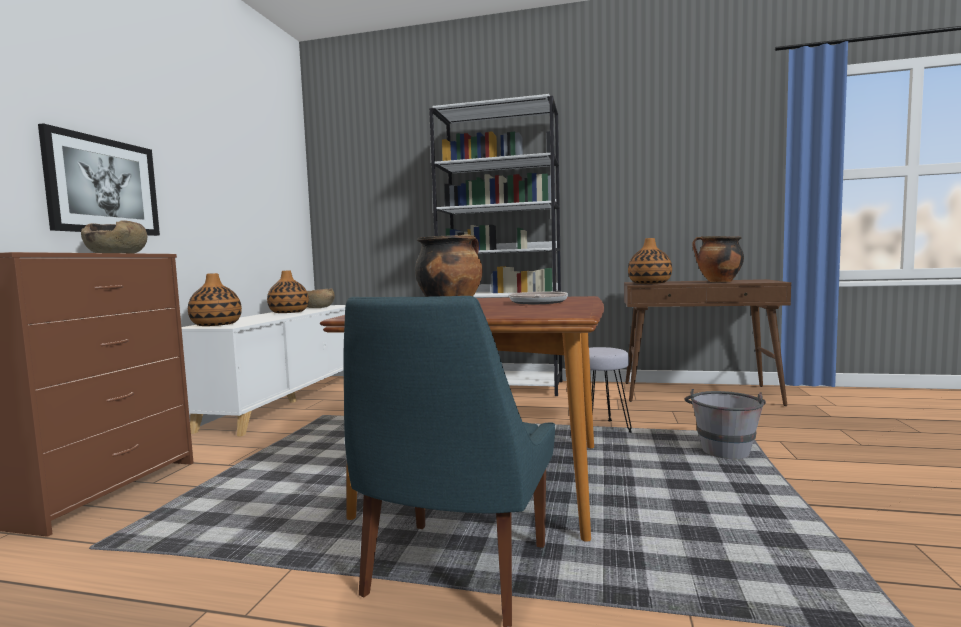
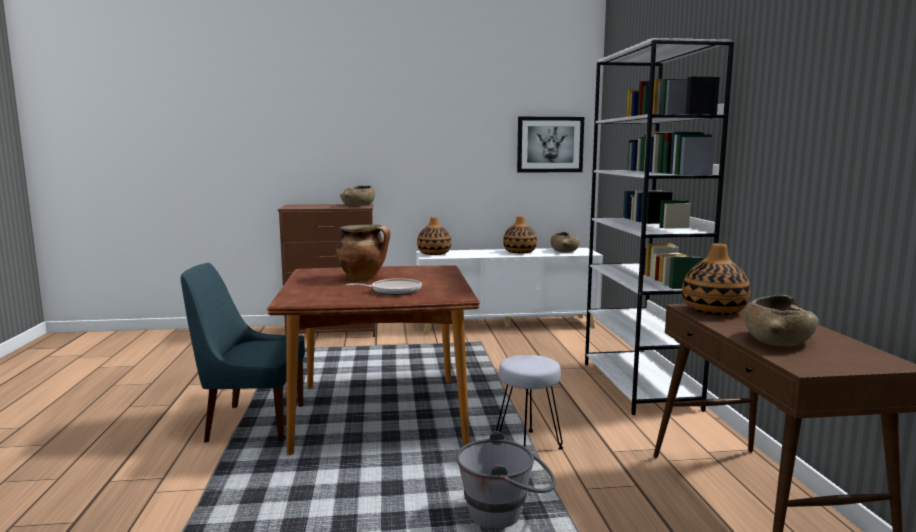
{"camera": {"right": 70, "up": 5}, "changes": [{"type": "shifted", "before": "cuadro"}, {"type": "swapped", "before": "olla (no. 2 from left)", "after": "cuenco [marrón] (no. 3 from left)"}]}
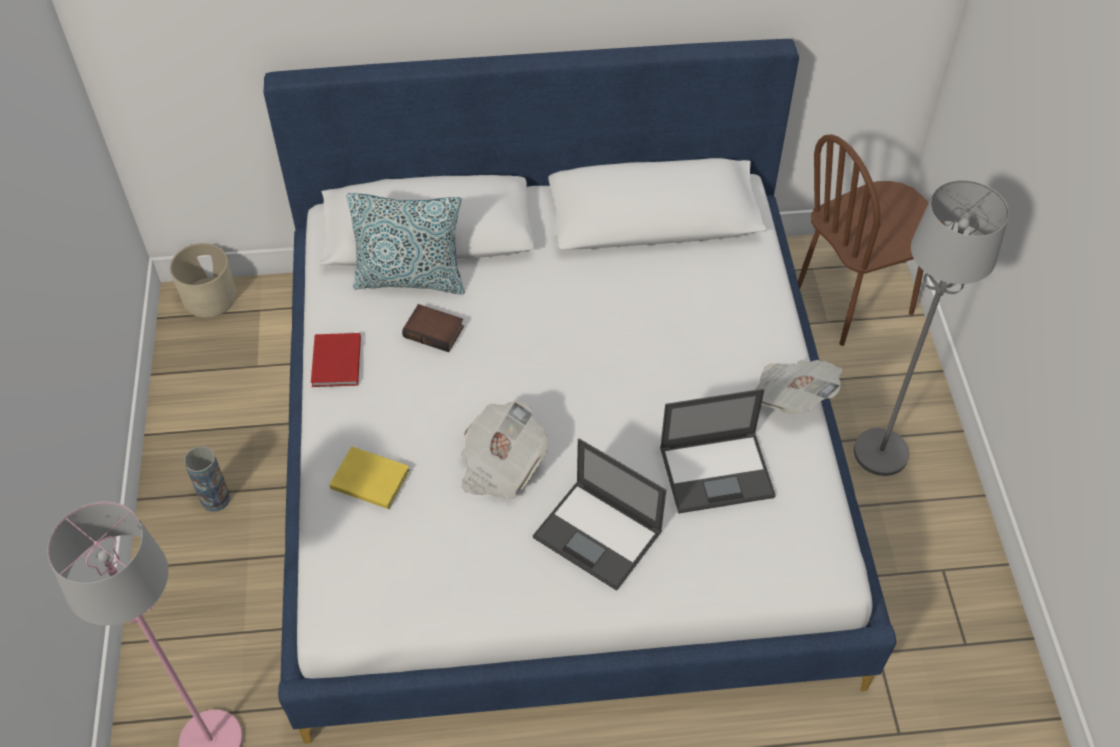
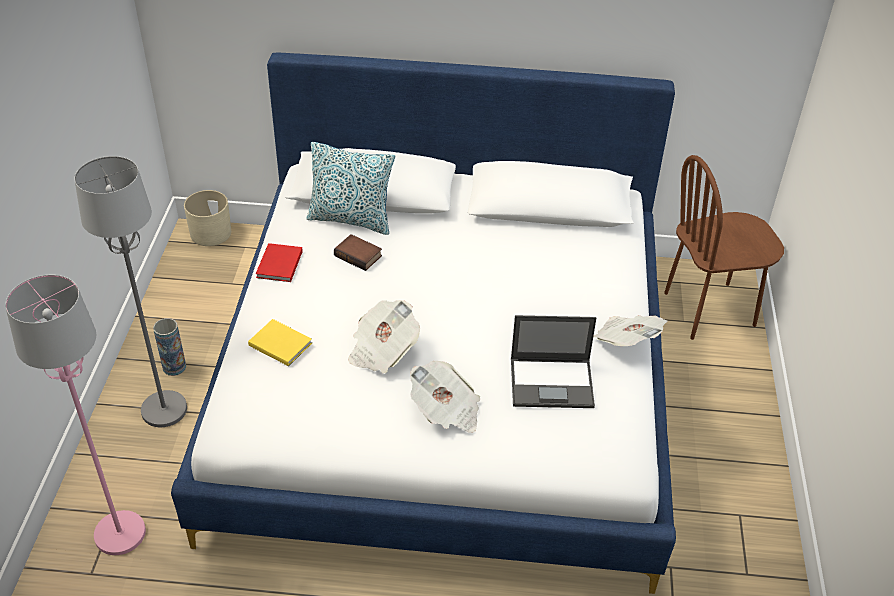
{"camera": {"right": 10, "up": -10}, "changes": [{"type": "swapped", "before": "portátil (no. 1 from left)", "after": "periódico (no. 2 from left)"}, {"type": "shifted", "before": "lámpara de pie [gris]"}]}
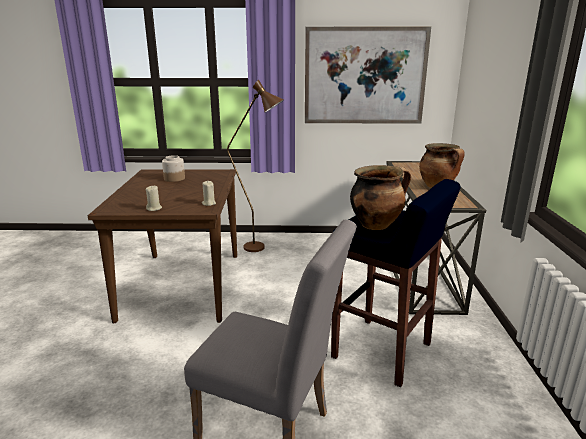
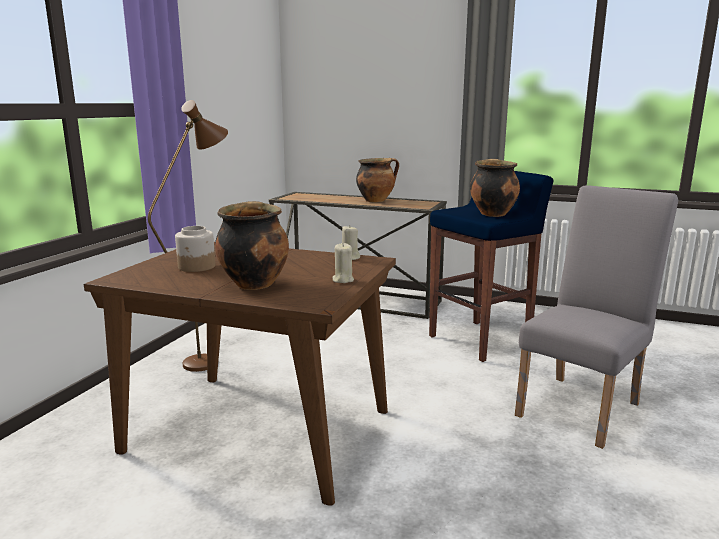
{"camera": {"right": -70, "up": -5}, "changes": [{"type": "gone", "before": "cuadro"}, {"type": "new", "after": "olla (no. 1 from left)"}]}
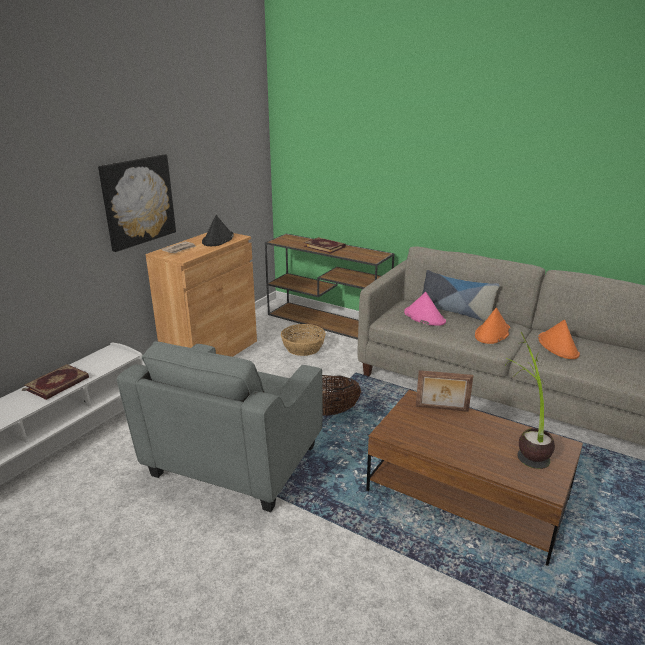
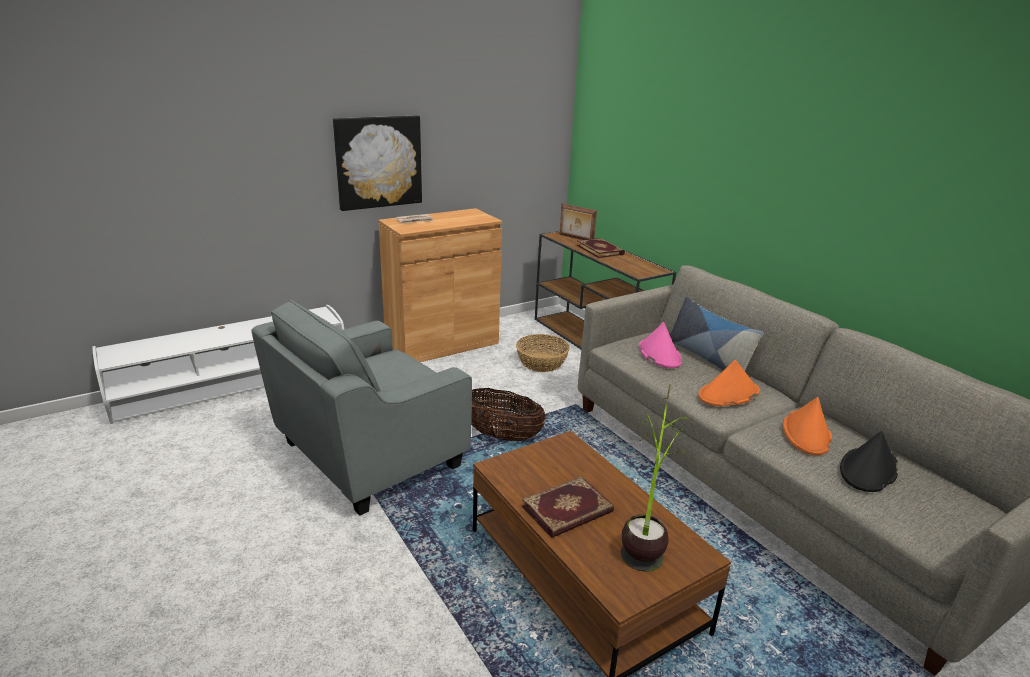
{"camera": {"right": 25, "up": 0}, "changes": [{"type": "shifted", "before": "libro (no. 1 from left)"}, {"type": "shifted", "before": "sombrero [negro]"}, {"type": "shifted", "before": "portarretratos"}]}
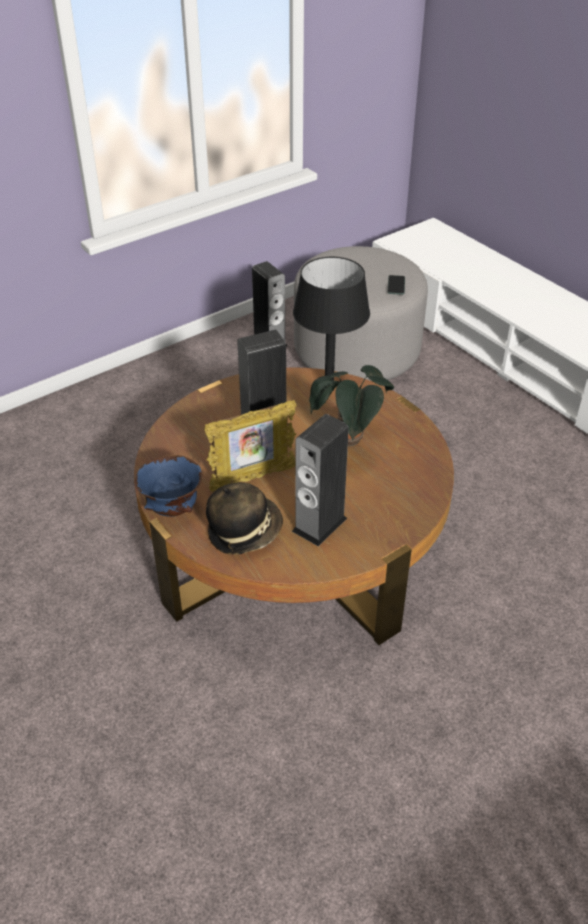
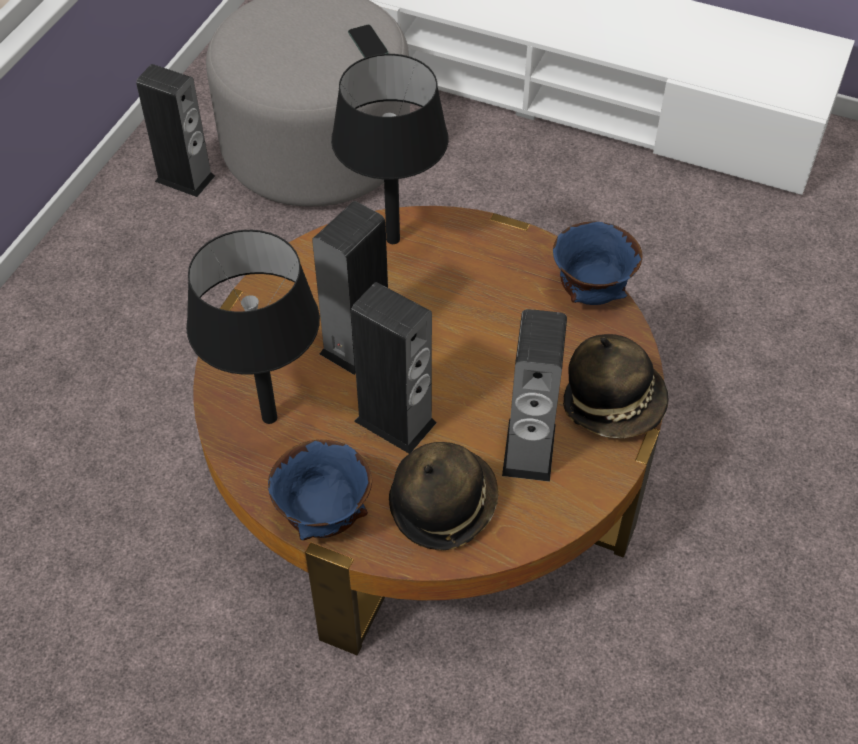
{"camera": {"right": -30, "up": 10}, "changes": [{"type": "swapped", "before": "portarretratos", "after": "altavoz (no. 3 from left)"}, {"type": "gone", "before": "planta en maceta"}, {"type": "new", "after": "lámpara de mesa [negro] (no. 1 from left)"}, {"type": "new", "after": "cuenco [azul] (no. 2 from left)"}, {"type": "new", "after": "sombrero (no. 2 from left)"}]}
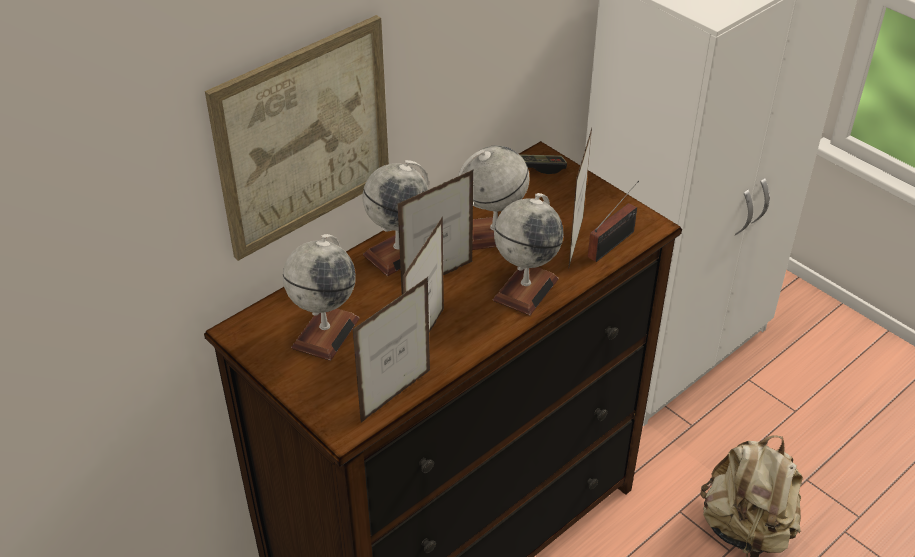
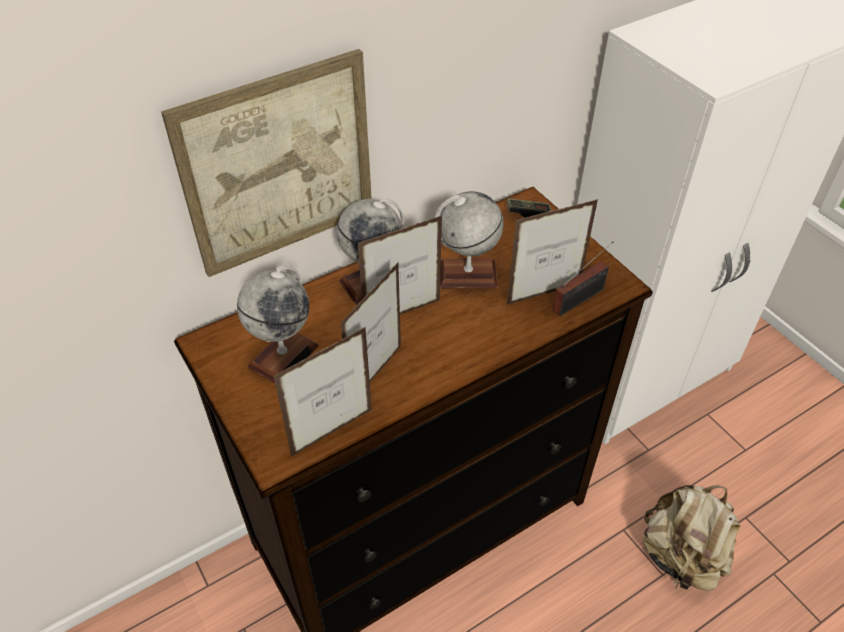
{"camera": {"right": 10, "up": 5}, "changes": [{"type": "gone", "before": "globo terráqueo (no. 4 from left)"}, {"type": "rotated", "before": "portarretratos (no. 4 from left)", "turn": -135}]}
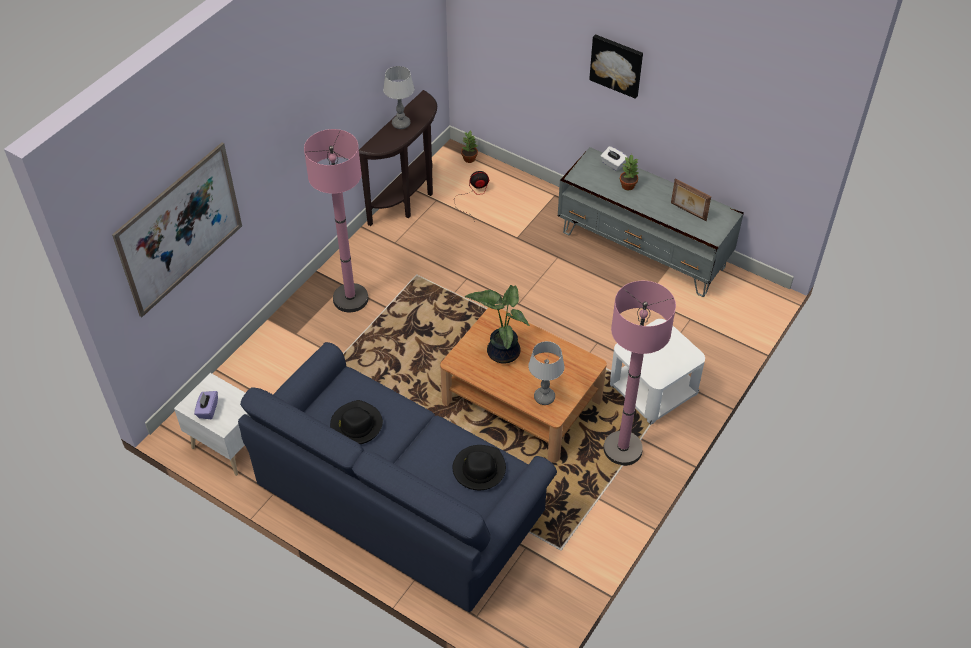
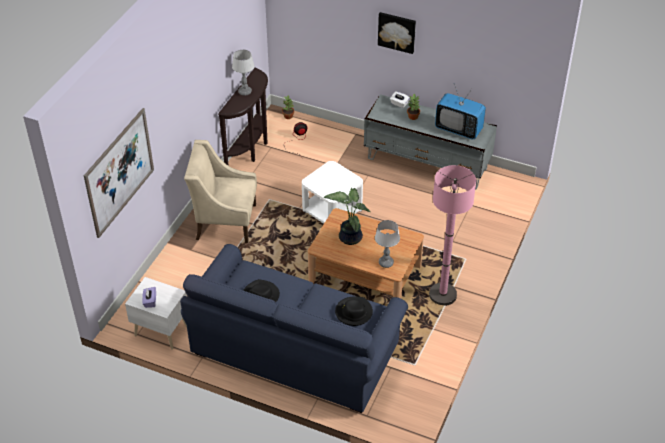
{"camera": {"right": -10, "up": -5}, "changes": [{"type": "swapped", "before": "lámpara de pie [rosa] (no. 1 from left)", "after": "sillón [beis]"}, {"type": "shifted", "before": "mesa auxiliar [blanco]"}, {"type": "swapped", "before": "portarretratos", "after": "televisor"}]}
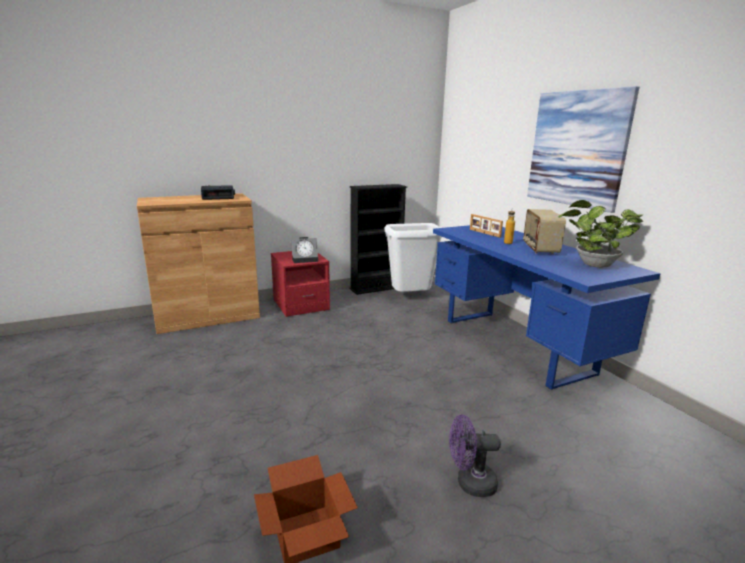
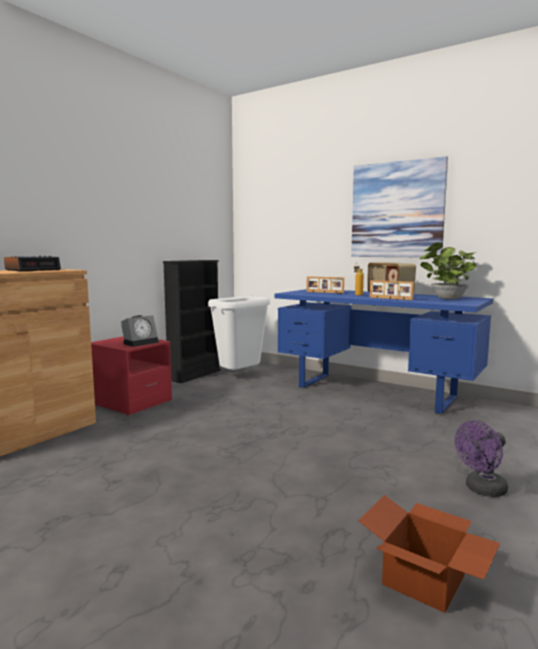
{"camera": {"right": -30, "up": -10}, "changes": [{"type": "new", "after": "portarretratos (no. 2 from left)"}]}
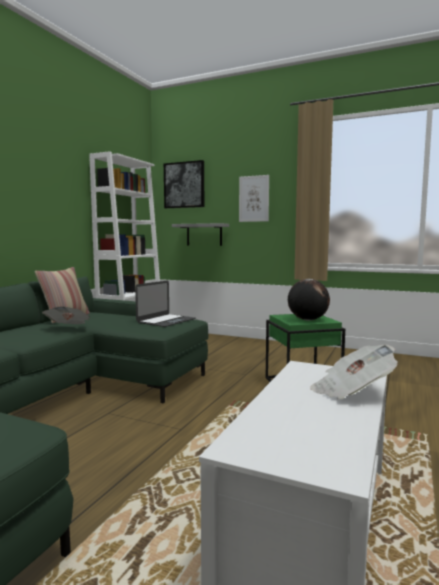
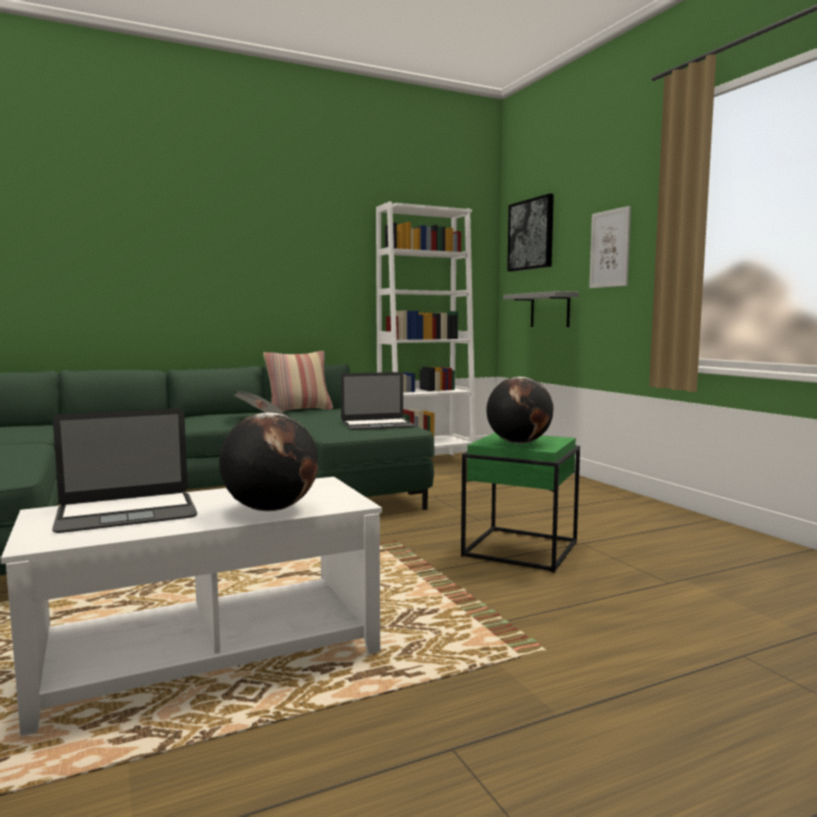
{"camera": {"right": 40, "up": 0}, "changes": [{"type": "swapped", "before": "periódico (no. 2 from left)", "after": "globo terráqueo (no. 1 from left)"}, {"type": "new", "after": "portátil (no. 1 from left)"}]}
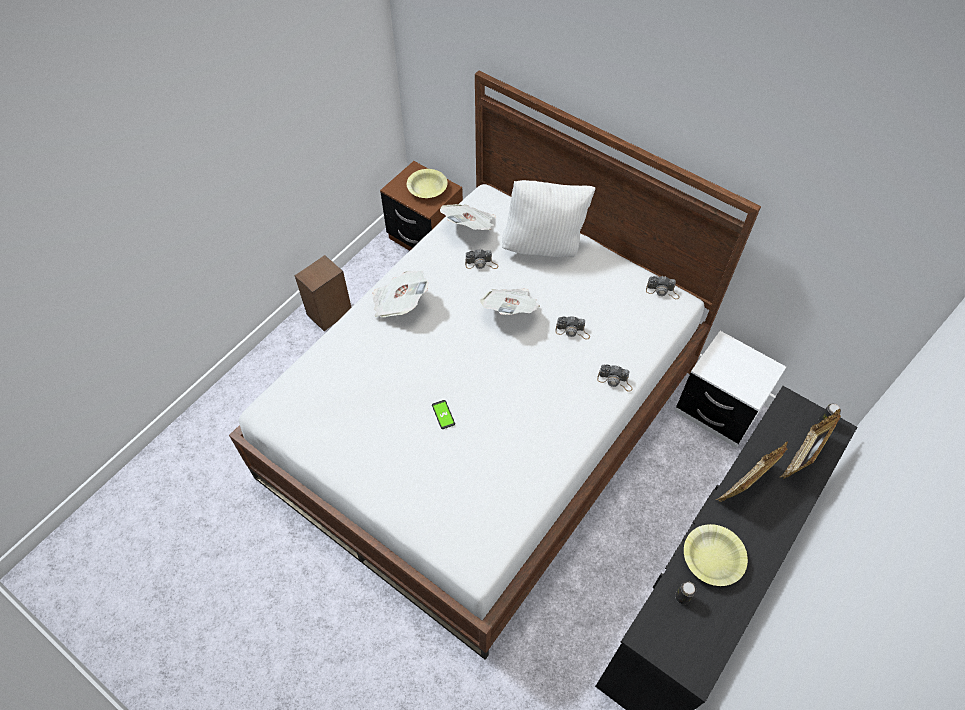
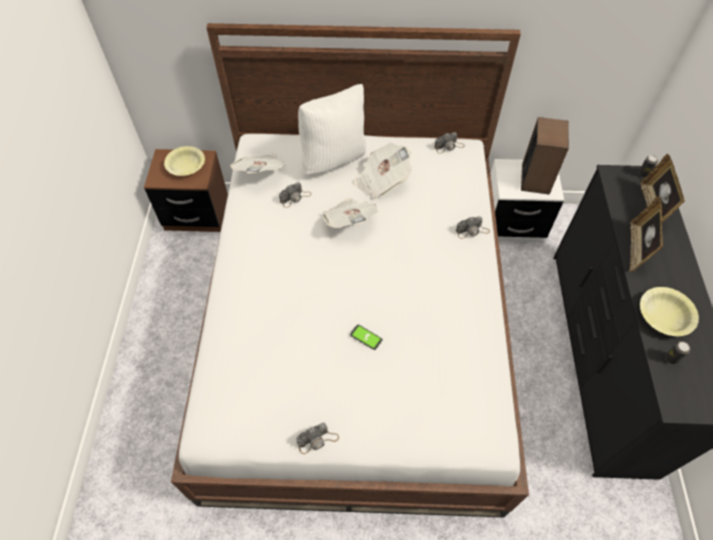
{"camera": {"right": -35, "up": 0}, "changes": [{"type": "shifted", "before": "altavoz"}, {"type": "shifted", "before": "periódico (no. 1 from left in the first image)", "after": "periódico (no. 3 from left)"}, {"type": "shifted", "before": "cámara (no. 2 from left)"}]}
